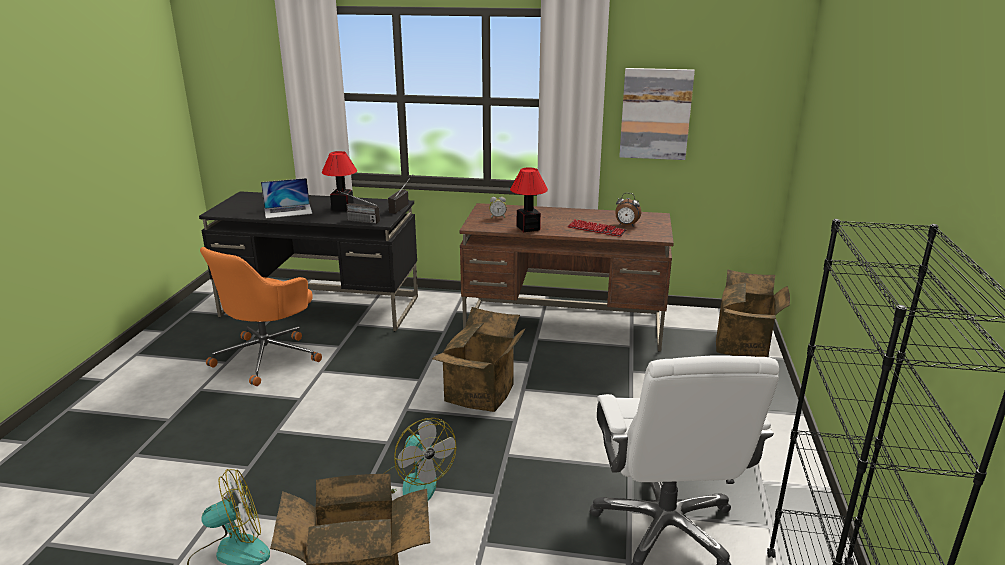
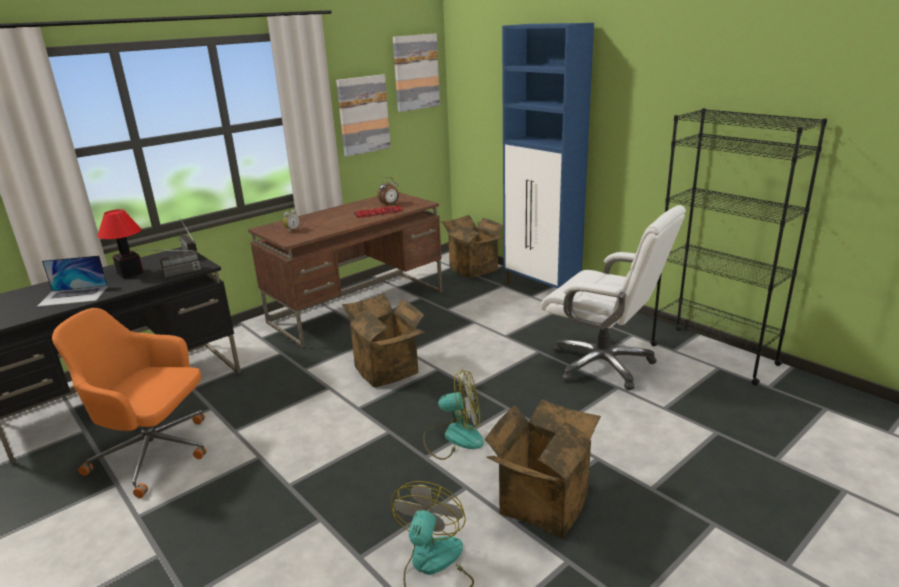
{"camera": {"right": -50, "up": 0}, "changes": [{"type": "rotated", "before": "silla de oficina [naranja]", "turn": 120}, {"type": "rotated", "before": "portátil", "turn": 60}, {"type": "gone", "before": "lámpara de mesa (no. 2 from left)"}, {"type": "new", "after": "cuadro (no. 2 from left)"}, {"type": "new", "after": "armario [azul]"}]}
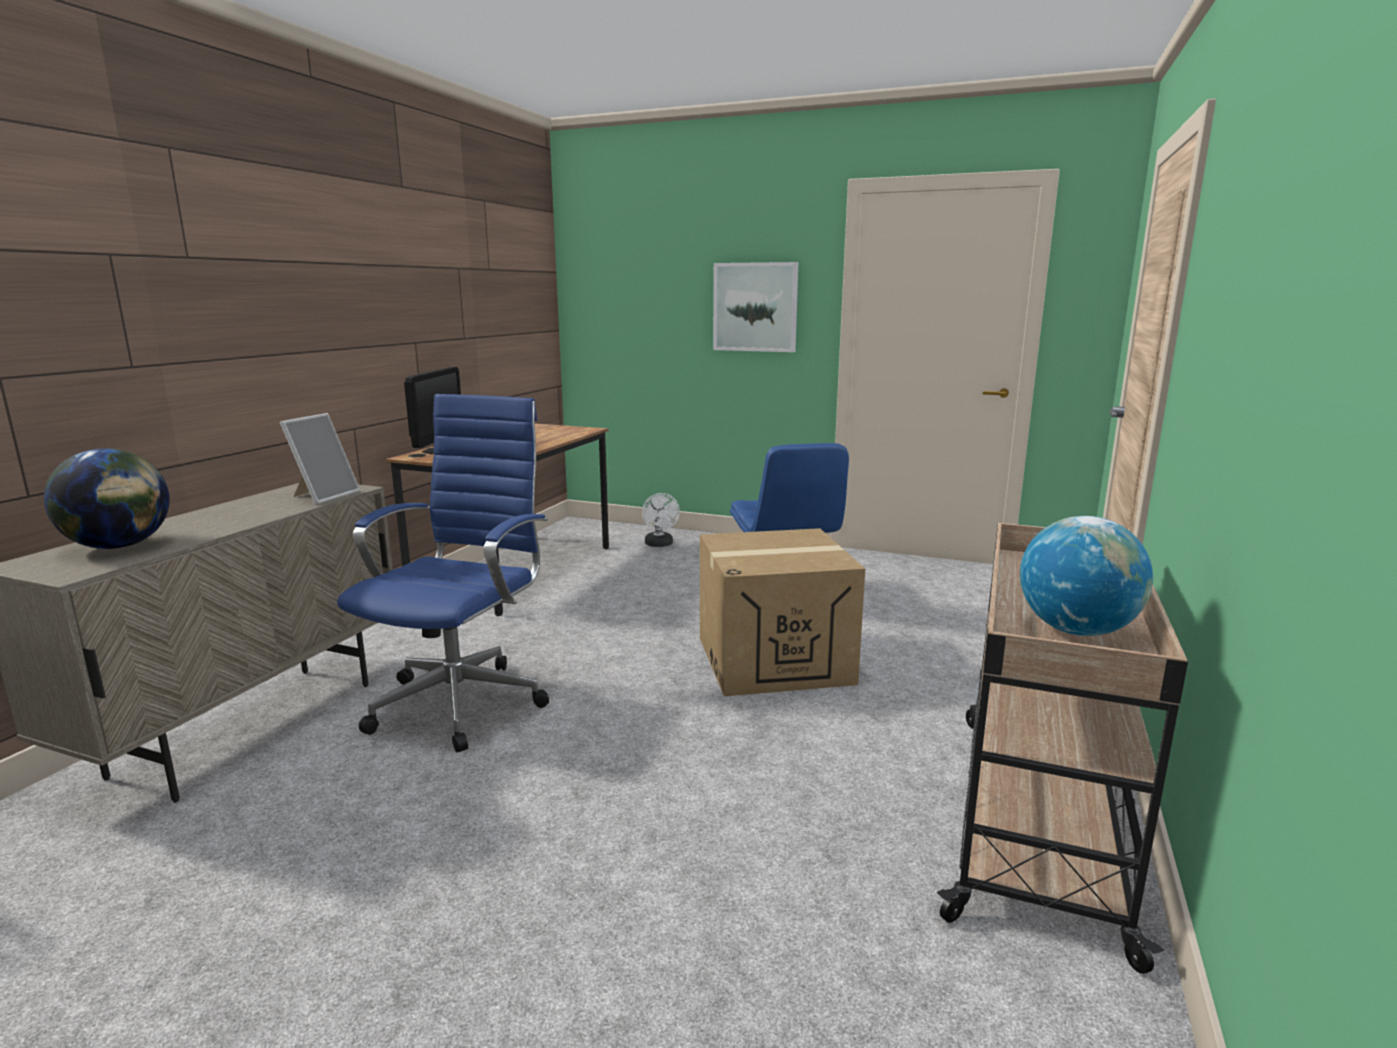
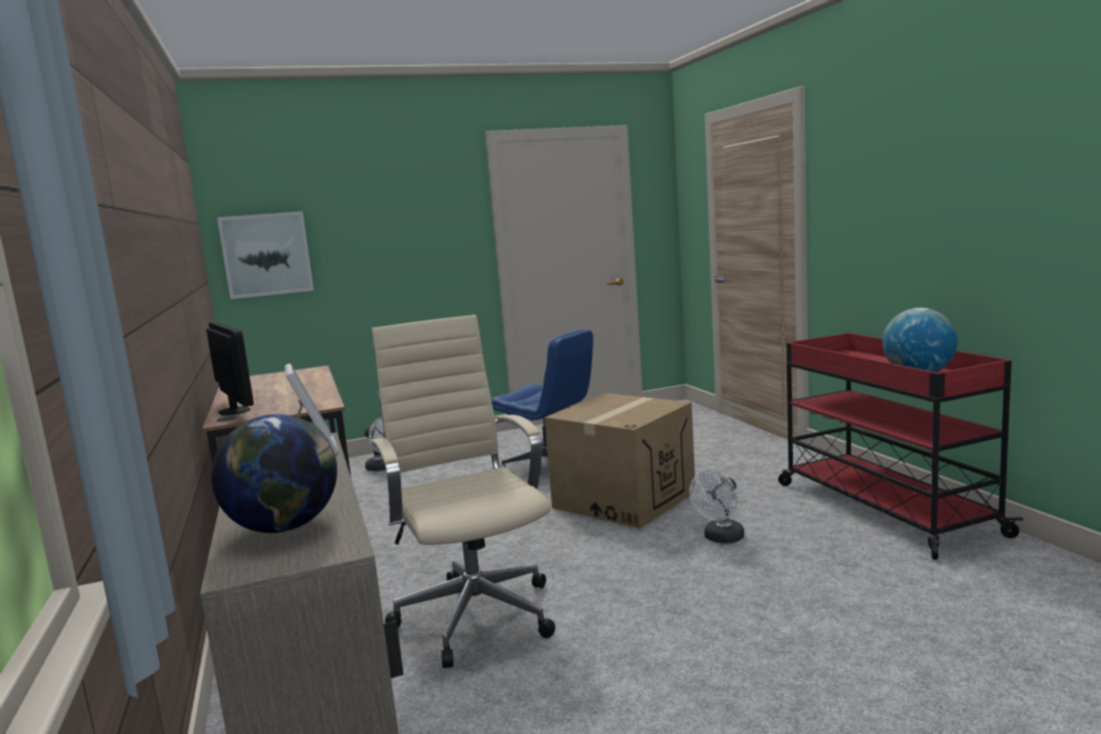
{"camera": {"right": -40, "up": -5}, "changes": [{"type": "repainted", "before": "silla de oficina [azul] (no. 1 from left)", "after": "silla de oficina [beis]"}, {"type": "shifted", "before": "cuadro"}, {"type": "repainted", "before": "carrito [beis]", "after": "carrito [rojo]"}, {"type": "new", "after": "ventilador [blanco] (no. 2 from left)"}]}
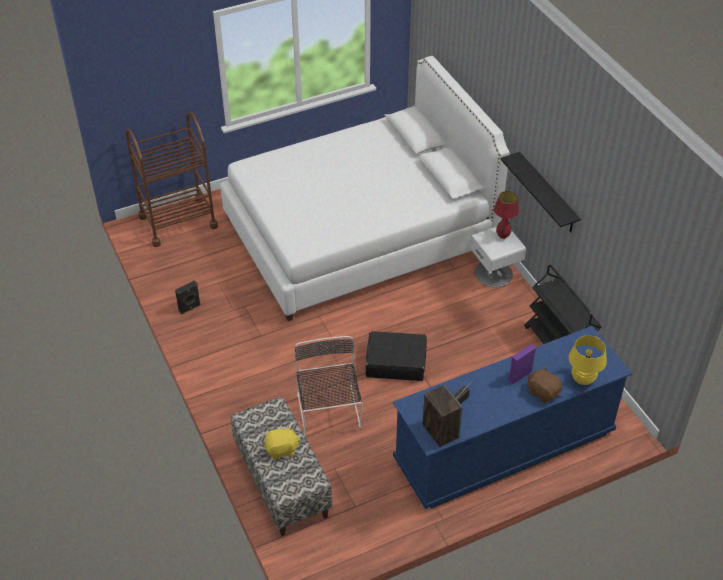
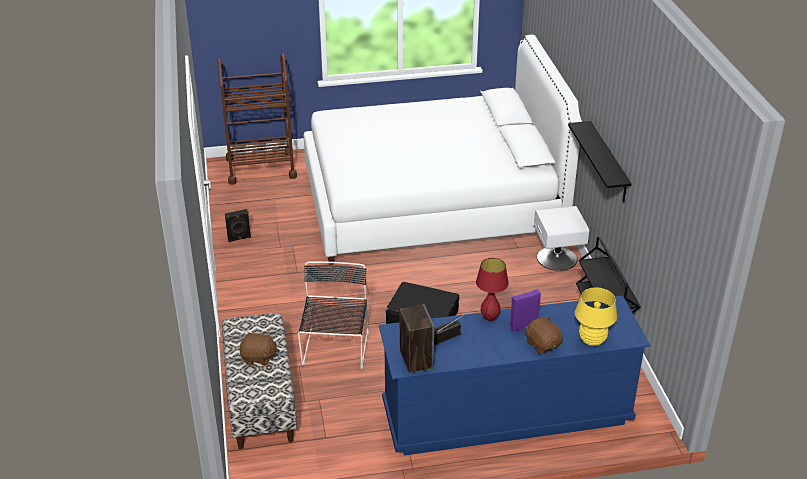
{"camera": {"right": 15, "up": -10}, "changes": [{"type": "repainted", "before": "peluche [amarillo]", "after": "peluche [marrón] (no. 1 from left)"}, {"type": "shifted", "before": "lámpara de mesa [rojo]"}]}
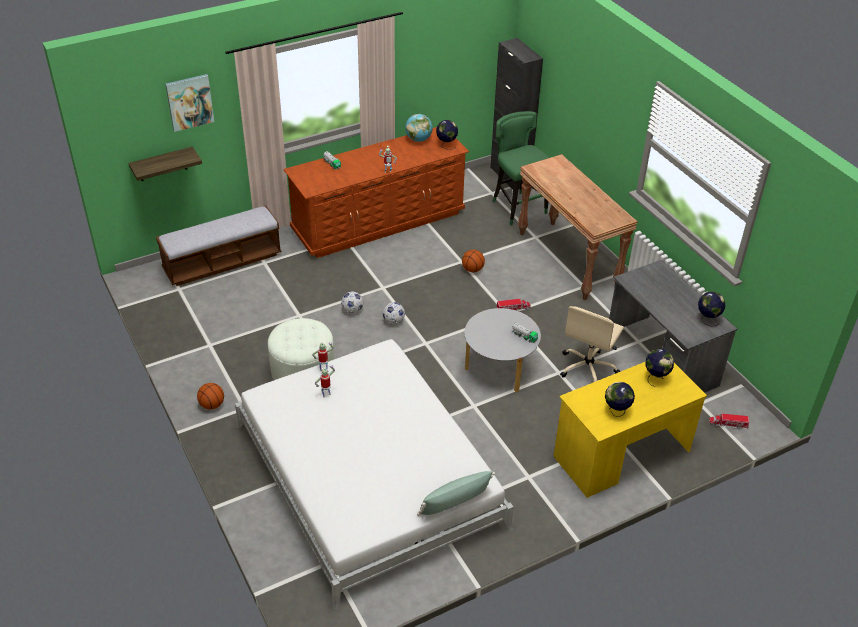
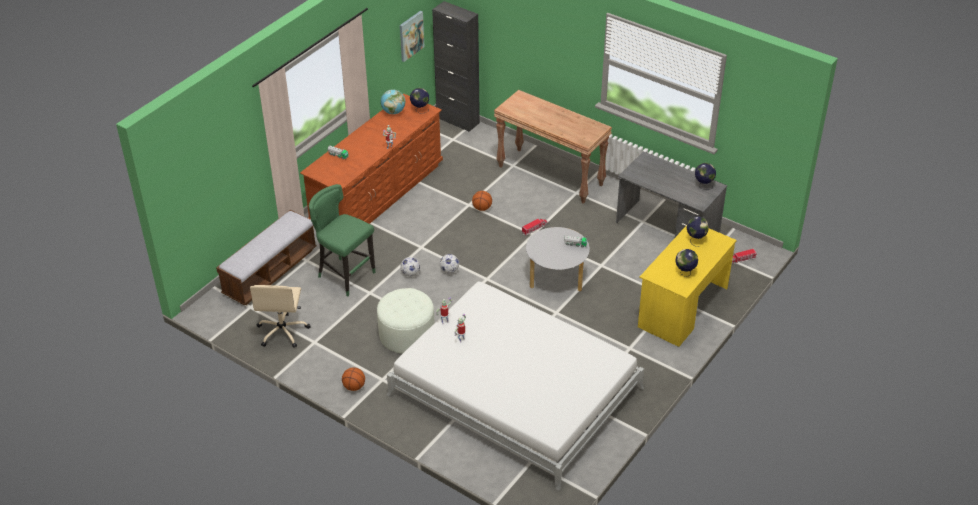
{"camera": {"right": -25, "up": 0}, "changes": [{"type": "gone", "before": "estante"}, {"type": "shifted", "before": "cuadro"}, {"type": "gone", "before": "cojín [verde]"}, {"type": "shifted", "before": "taburete [verde]"}, {"type": "shifted", "before": "silla de oficina [beis]"}]}
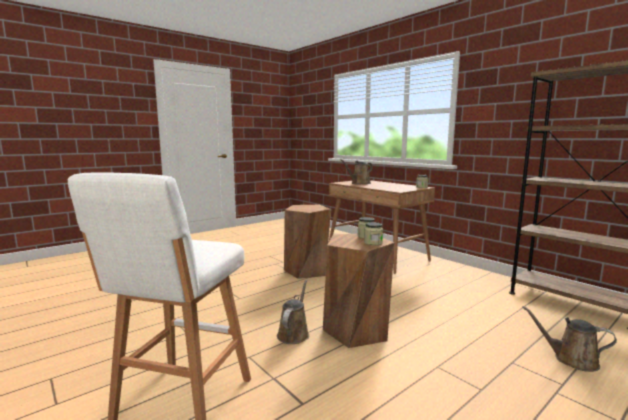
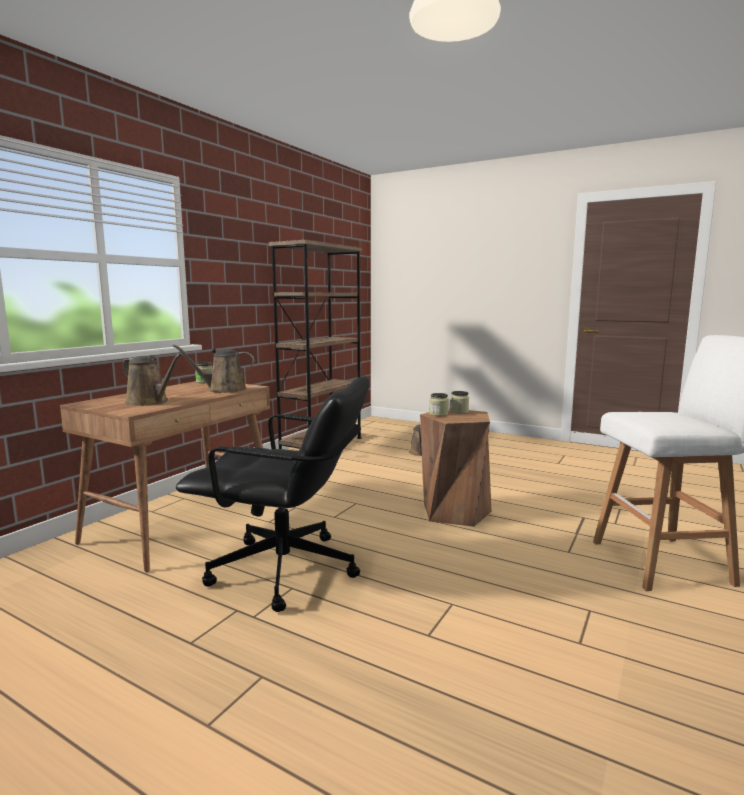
{"camera": {"right": -110, "up": 0}, "changes": [{"type": "shifted", "before": "regadera [marrón] (no. 1 from left in the first image)", "after": "regadera [marrón] (no. 2 from left)"}, {"type": "swapped", "before": "taburete [marrón] (no. 1 from left)", "after": "silla de oficina [negro]"}]}
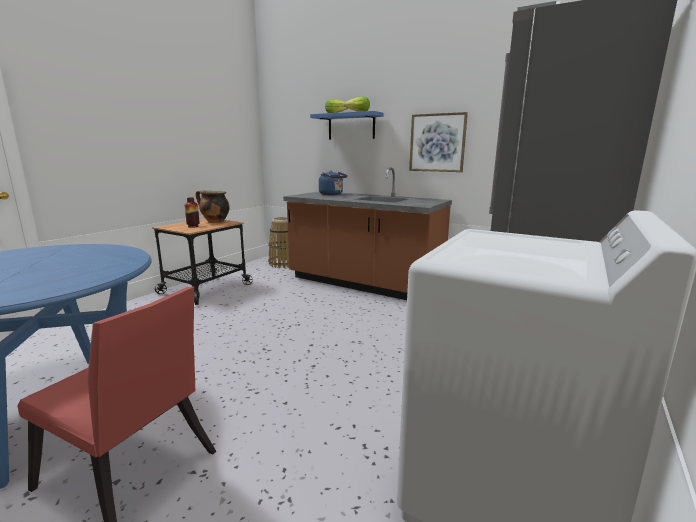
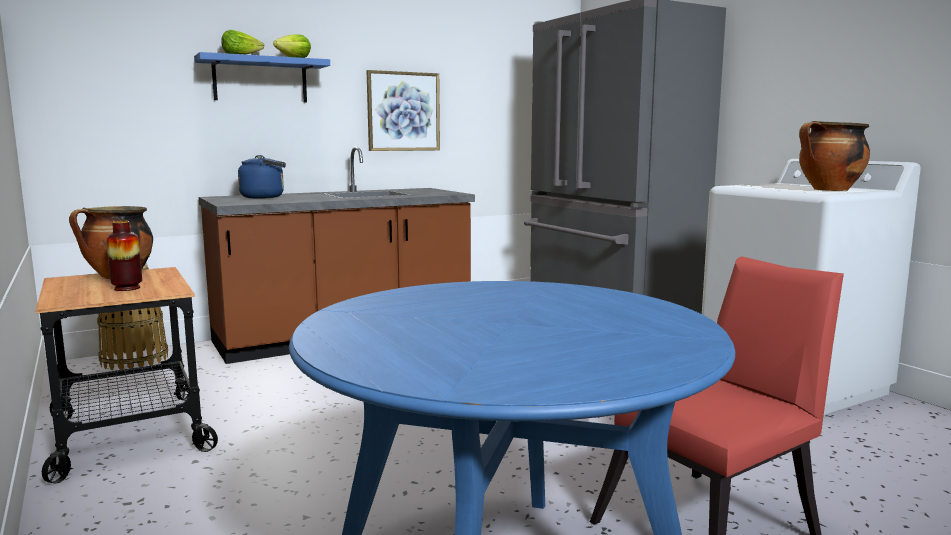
{"camera": {"right": -60, "up": -5}, "changes": [{"type": "new", "after": "olla (no. 2 from left)"}]}
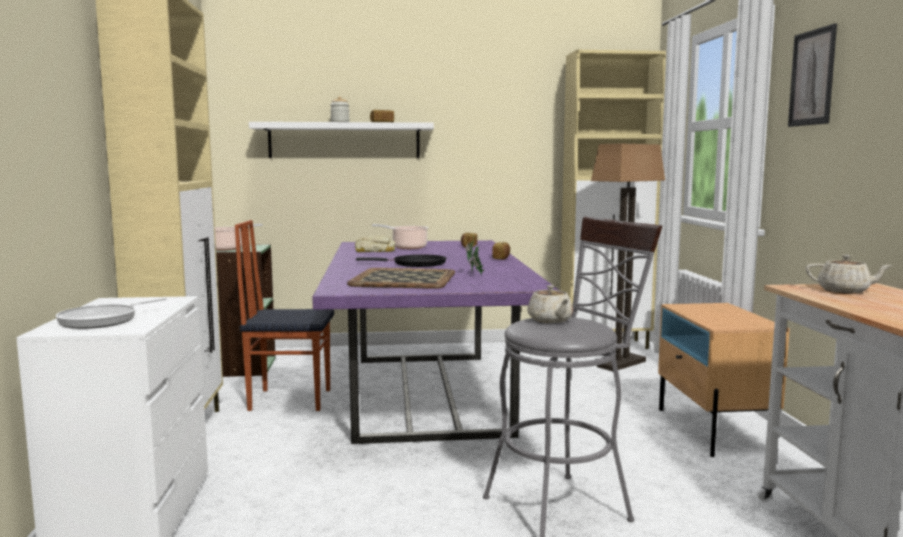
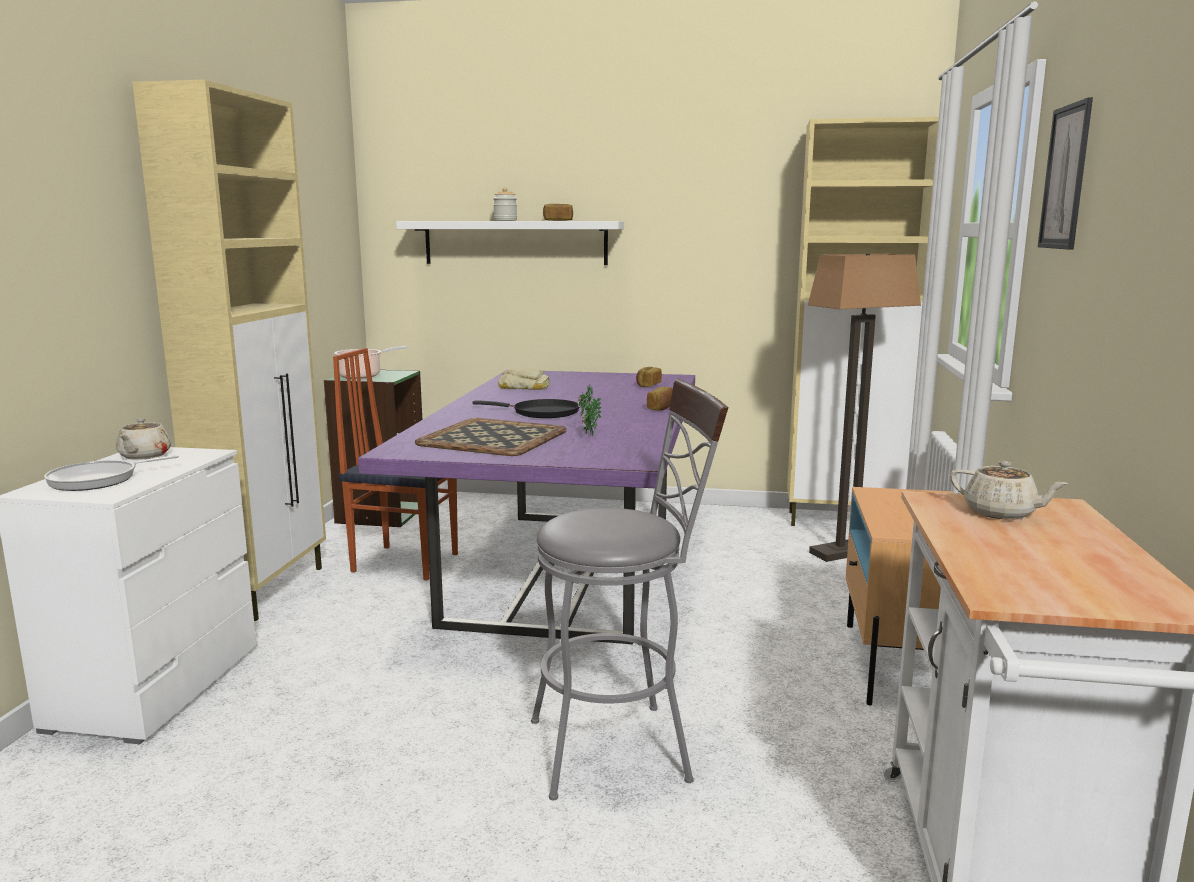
{"camera": {"right": 15, "up": 5}, "changes": [{"type": "gone", "before": "olla (no. 2 from left)"}, {"type": "shifted", "before": "tetera [beis] (no. 1 from left)"}]}
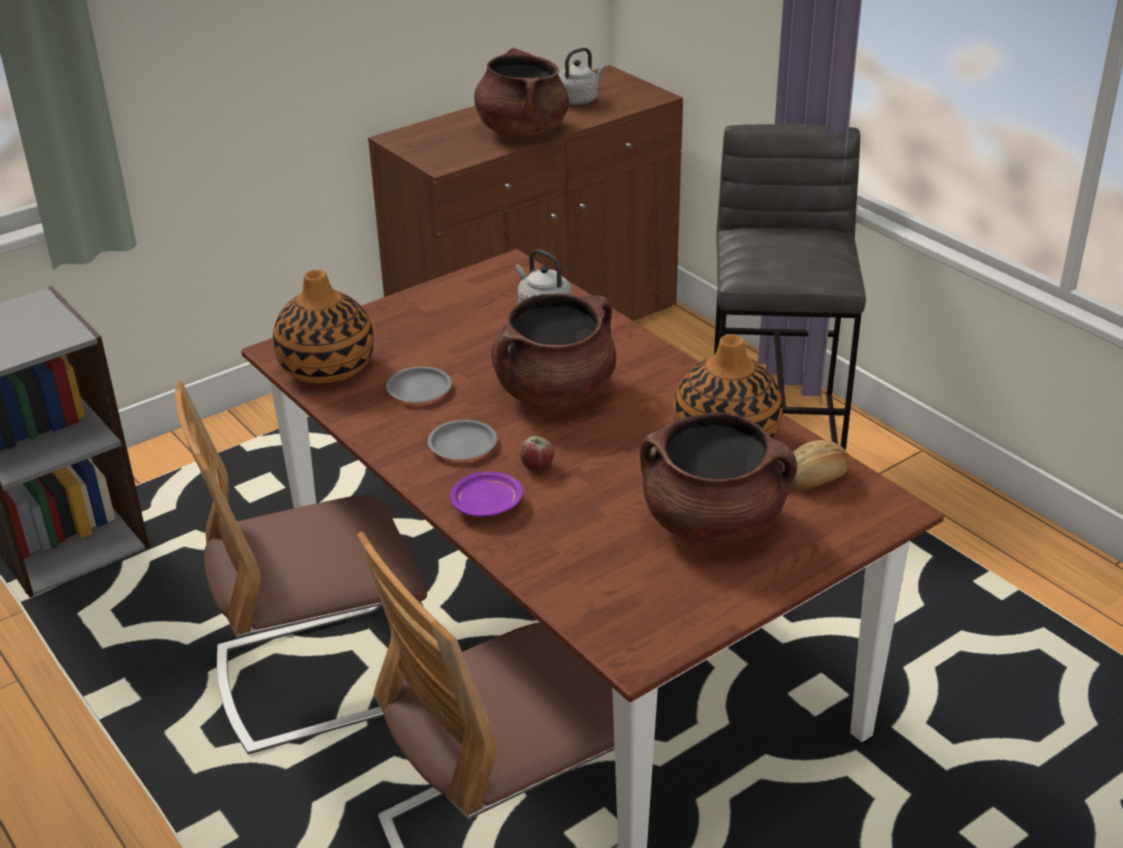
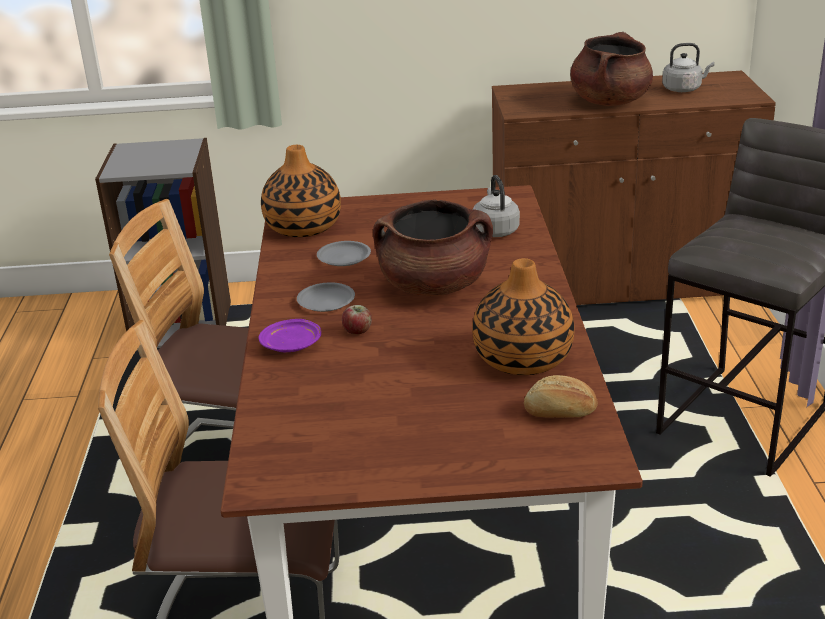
{"camera": {"right": 35, "up": -5}, "changes": [{"type": "gone", "before": "olla [marrón] (no. 3 from left)"}]}
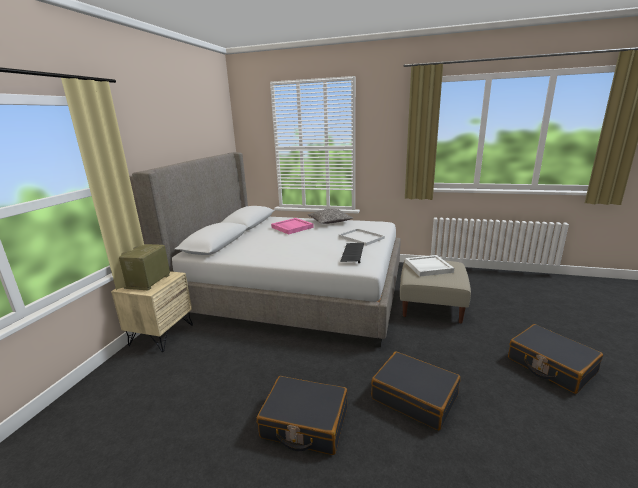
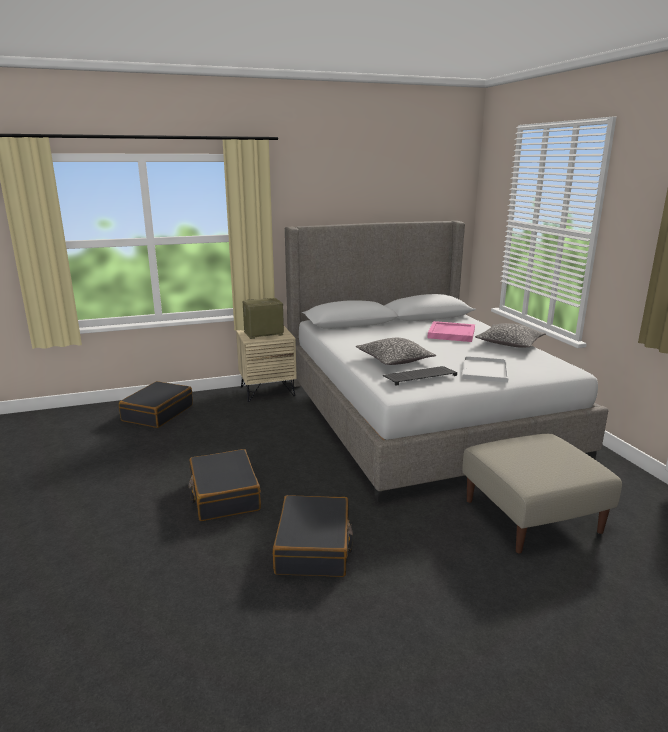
{"camera": {"right": 55, "up": 0}, "changes": [{"type": "gone", "before": "bandeja [blanco] (no. 2 from left)"}, {"type": "shifted", "before": "maleta [negro] (no. 3 from left in the first image)", "after": "maleta [negro] (no. 1 from left)"}, {"type": "new", "after": "cojín (no. 1 from left)"}]}
